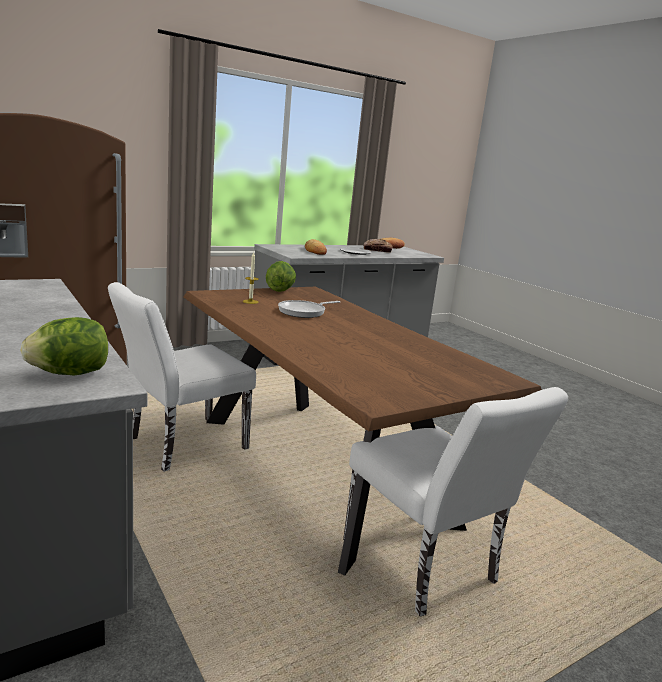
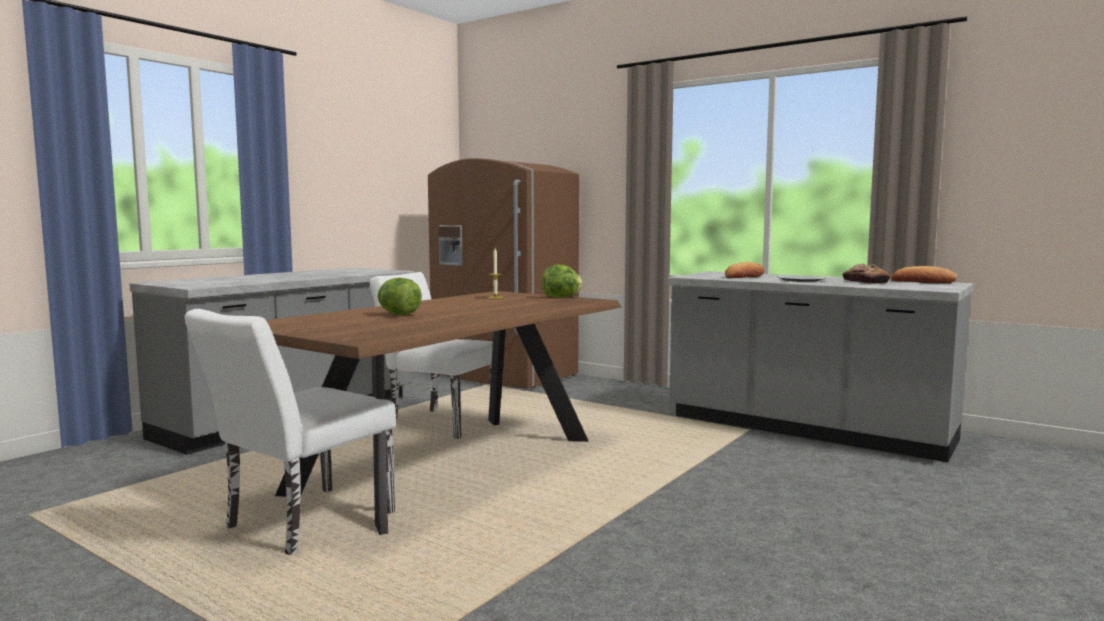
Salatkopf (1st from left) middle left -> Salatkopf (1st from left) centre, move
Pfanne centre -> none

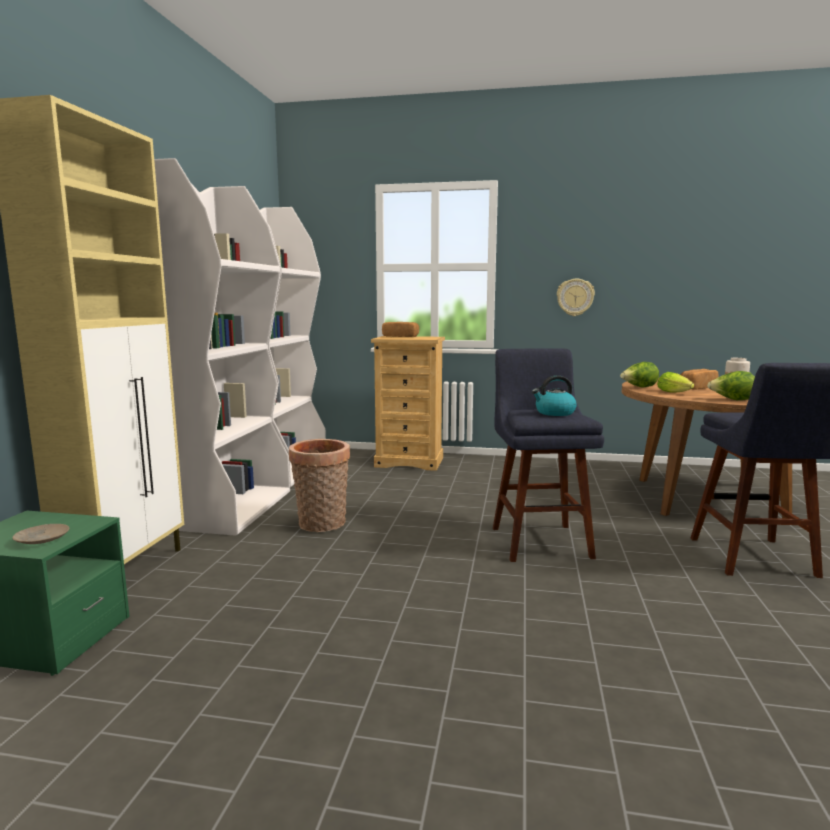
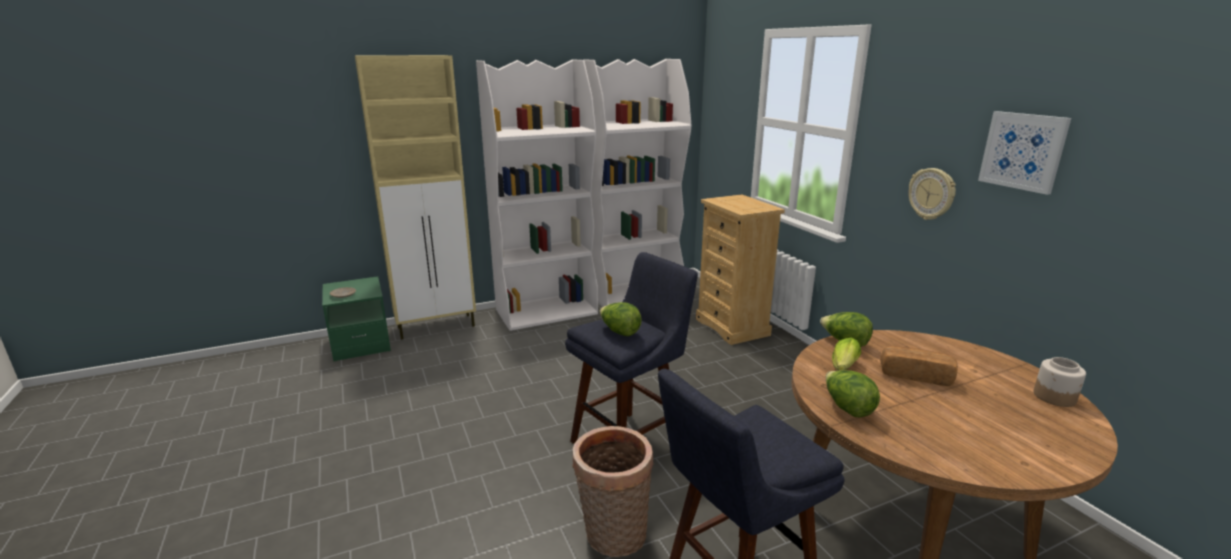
Korb centre -> Korb bottom centre, move
Wasserkessel middle right -> Salatkopf (1st from left) centre
none -> Bild top right
Brot (1st from left) centre -> none

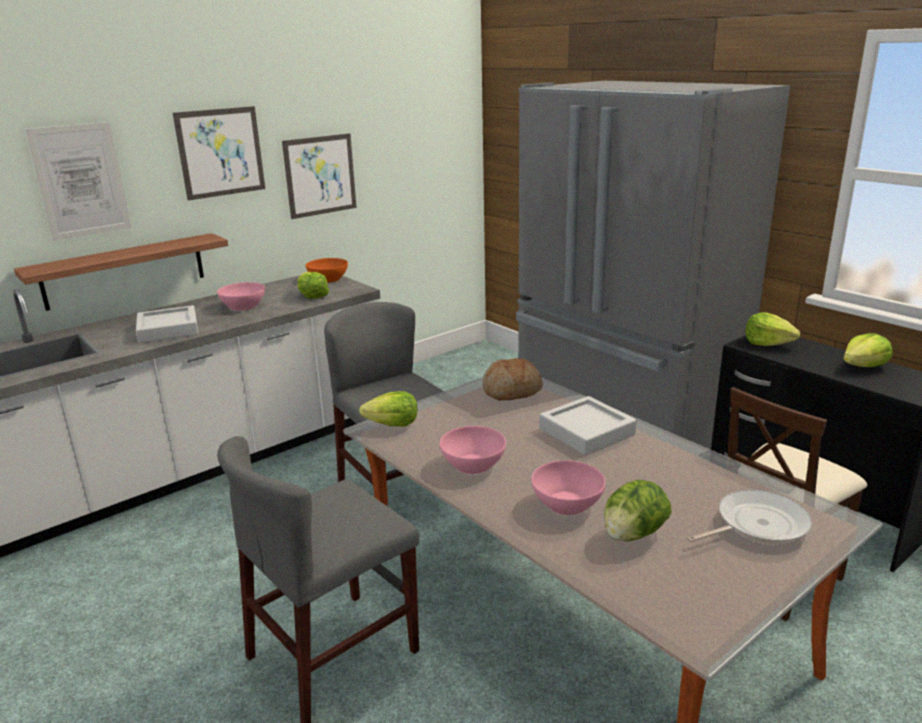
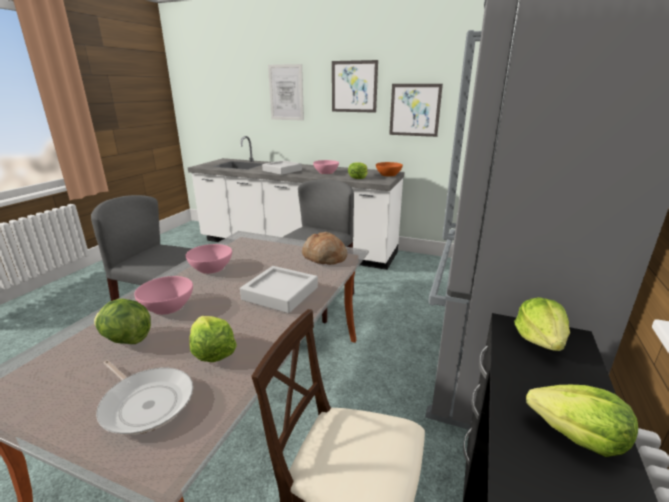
Salatkopf (2nd from left) centre -> Salatkopf (2nd from left) bottom left, move
Wandregal middle left -> none

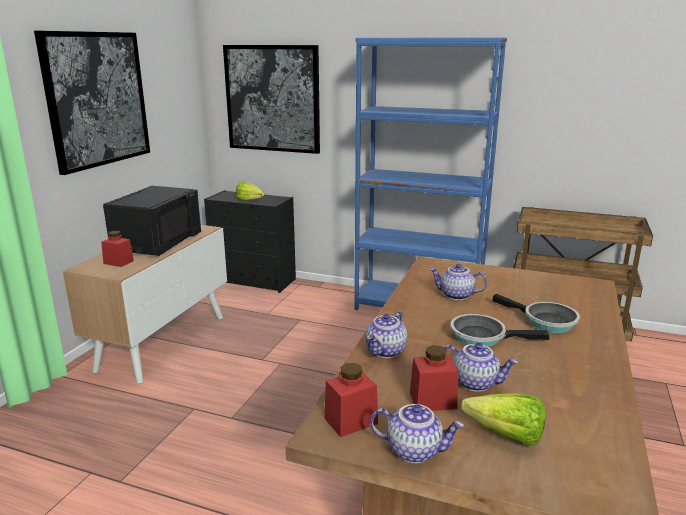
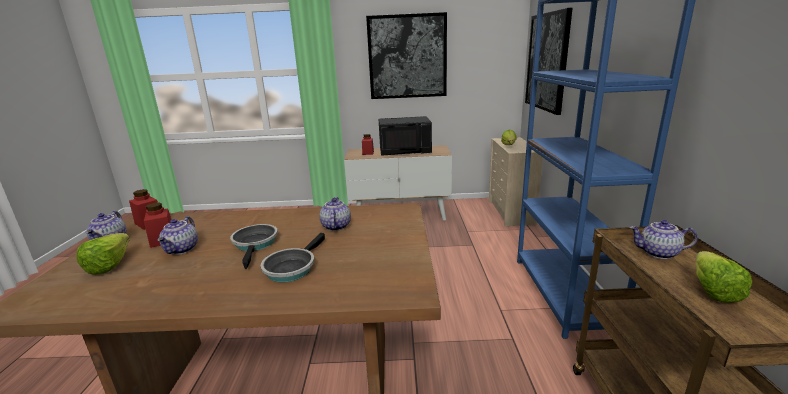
Kommode (schwarz) centre -> Kommode (beige) centre
Teekanne (1st from left in the first image) centre -> Teekanne (4th from left) middle right, move
none -> Salatkopf (3rd from left) bottom right

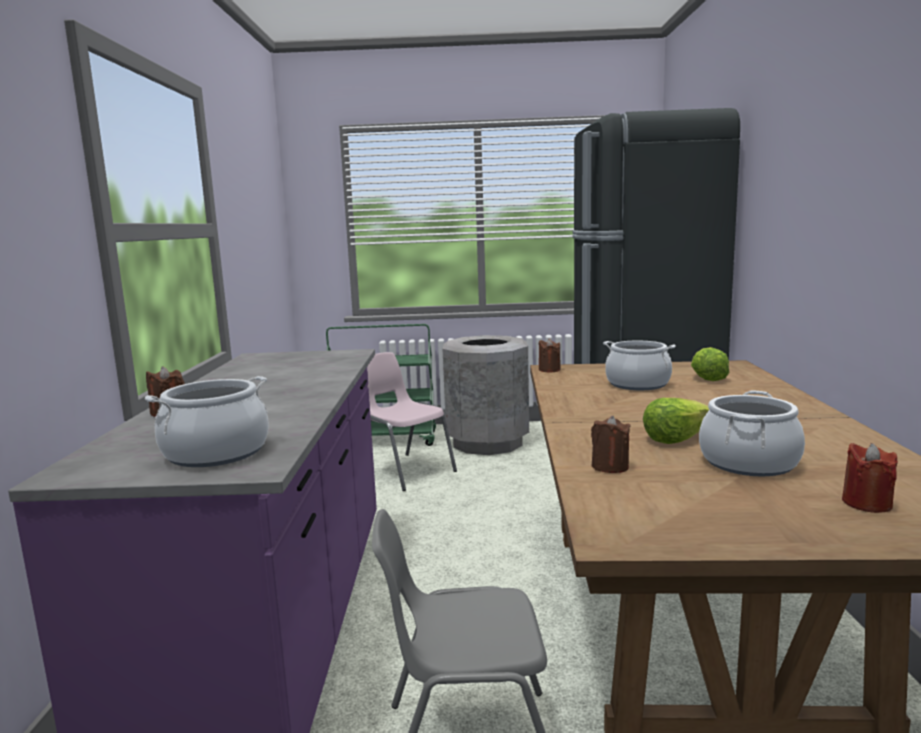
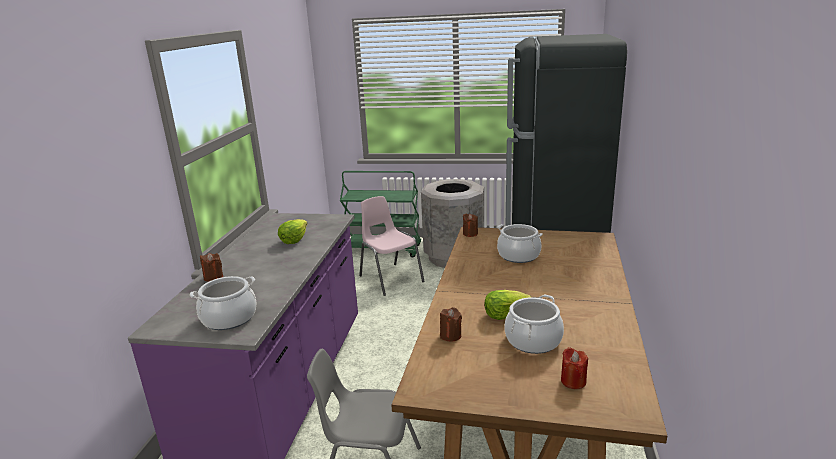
Salatkopf (2nd from left in the first image) middle right -> Salatkopf (1st from left) centre, move

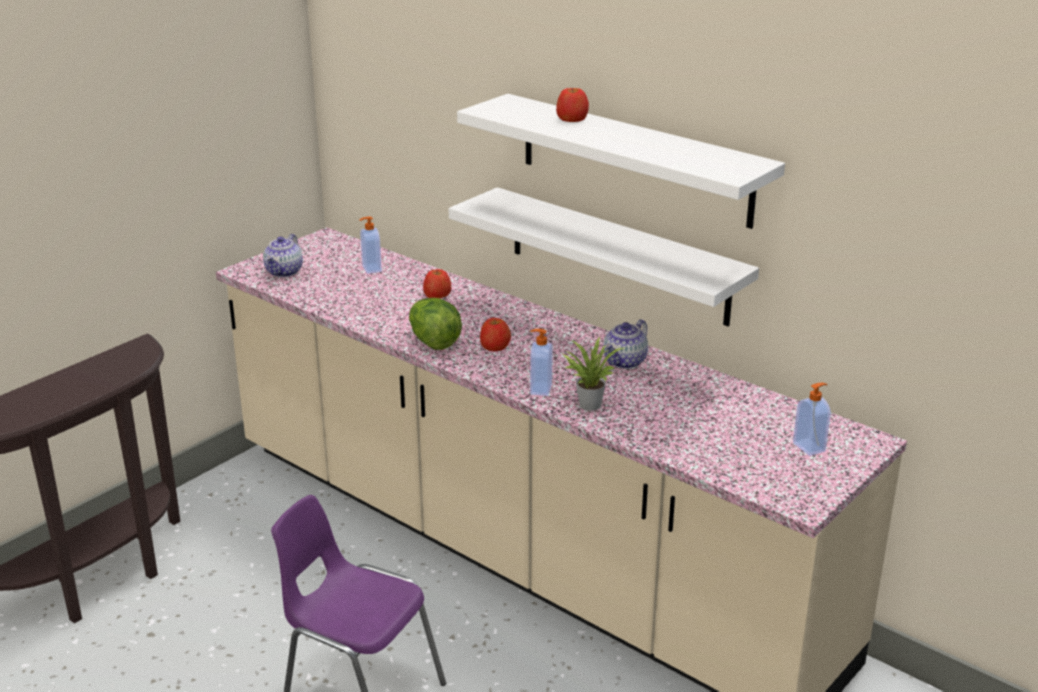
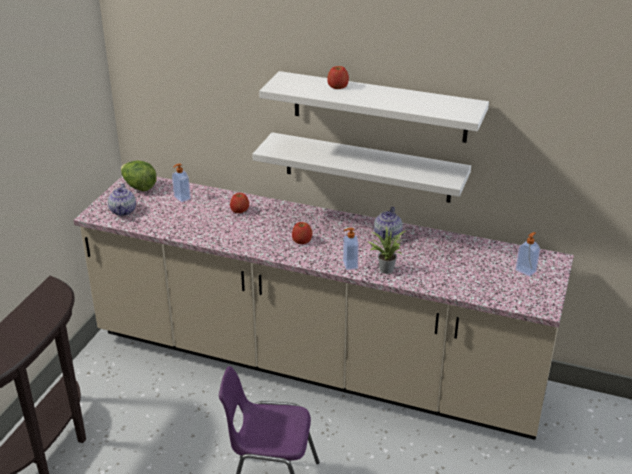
Salatkopf centre -> Salatkopf middle left, move

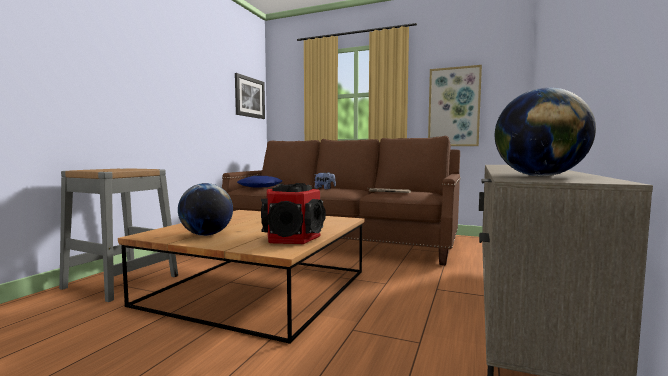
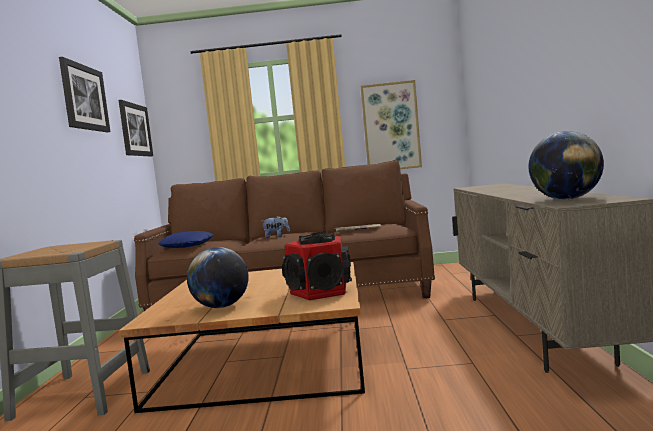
none -> Bild (1st from left) top left

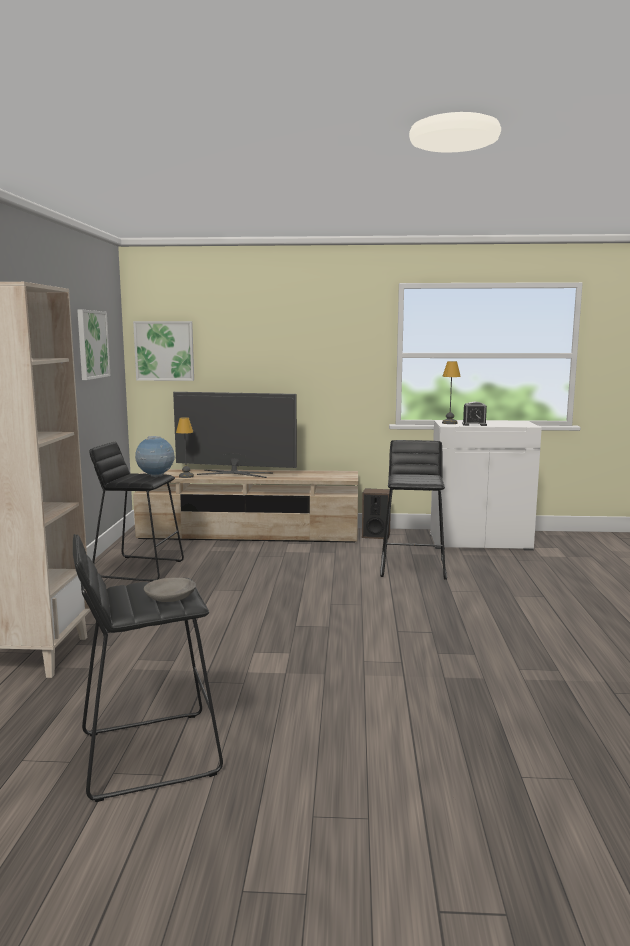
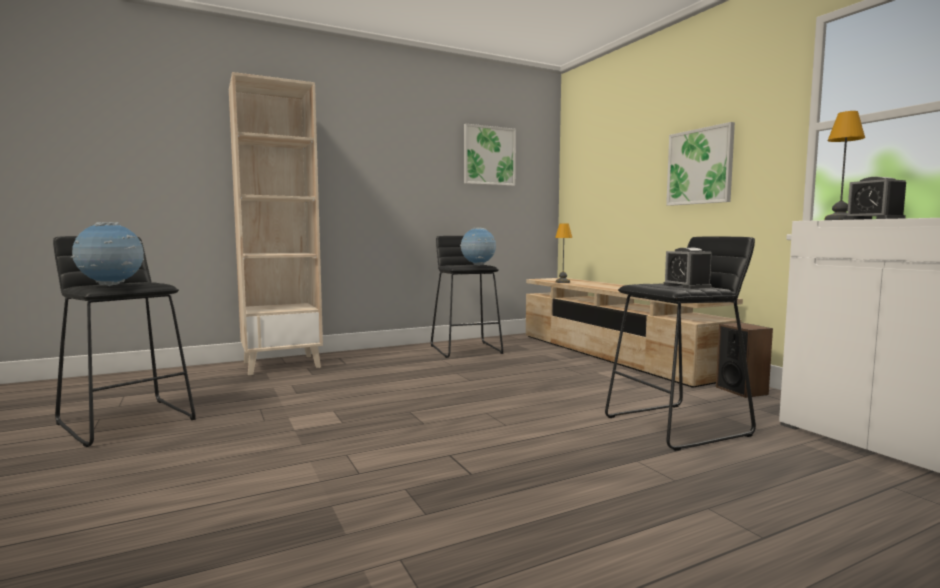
Schüssel (grau) middle left -> Globus (1st from left) middle left
none -> Wecker (1st from left) middle right
Bild (2nd from left) middle left -> Bild (2nd from left) top right, move
Fernseher centre -> none

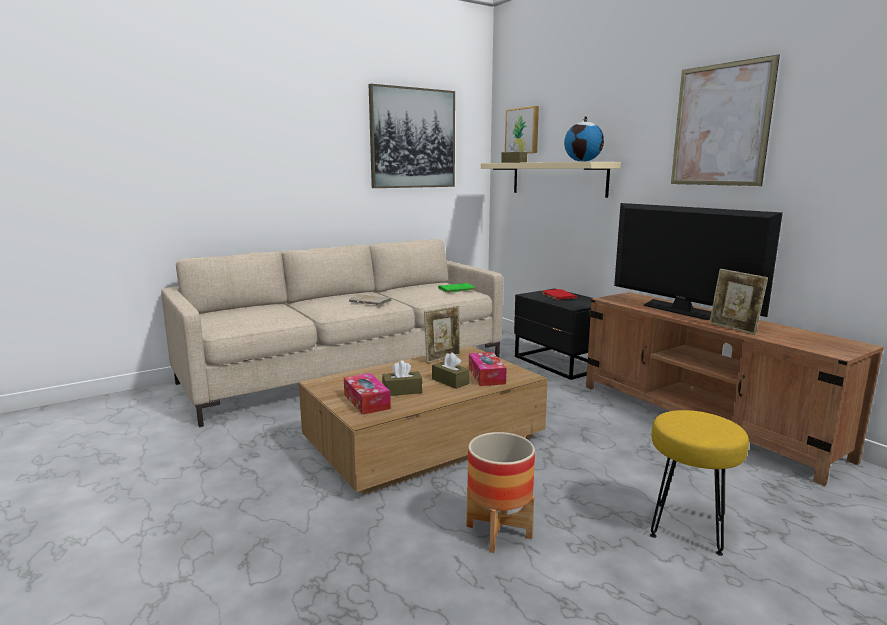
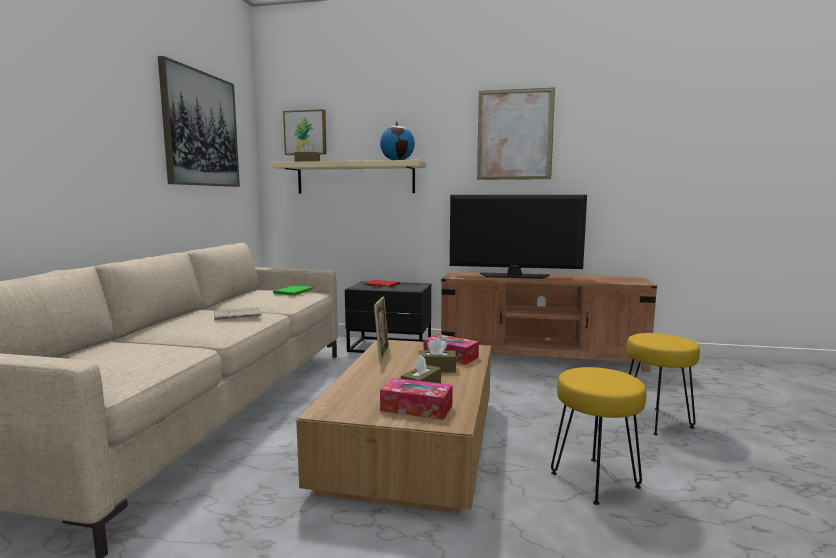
Pflanzkübel bottom centre -> Hocker (gelb) (1st from left) bottom right
Bilderrahmen (2nd from left) middle right -> none

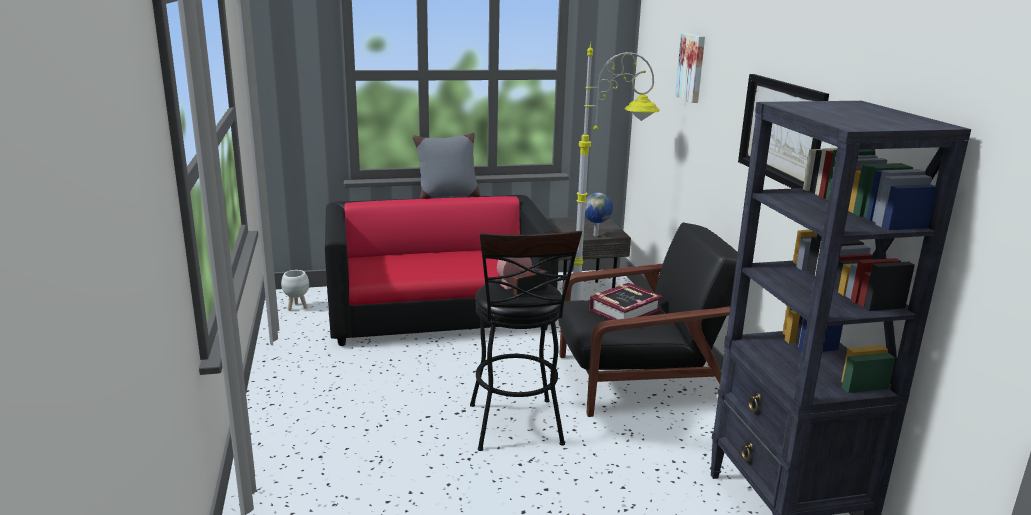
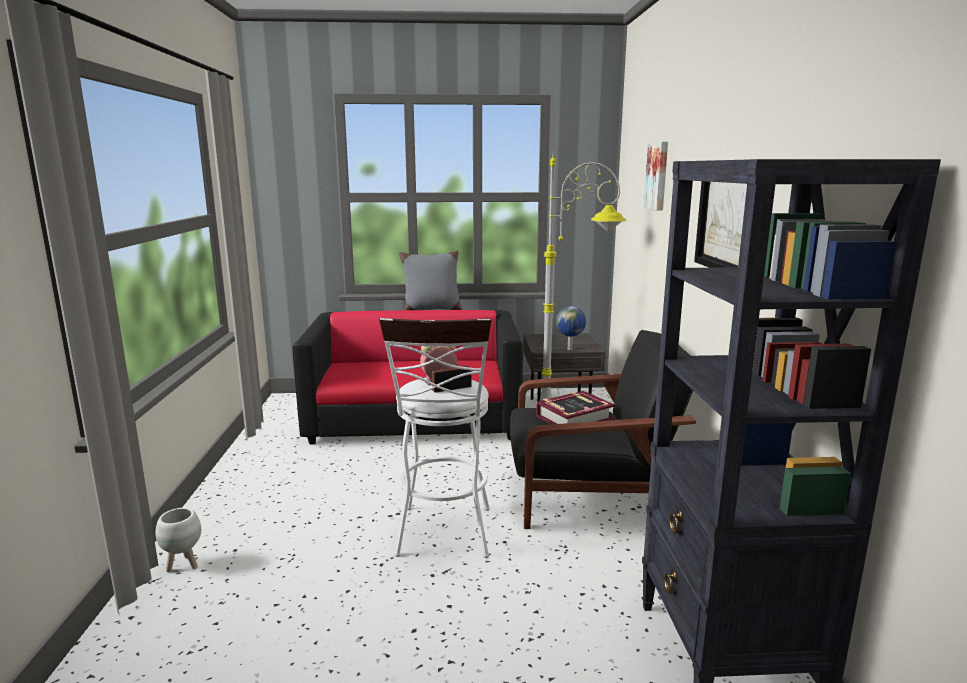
Pflanzkübel (weiß) middle left -> Pflanzkübel (weiß) bottom left, move
Hocker (schwarz) centre -> Hocker (weiß) centre

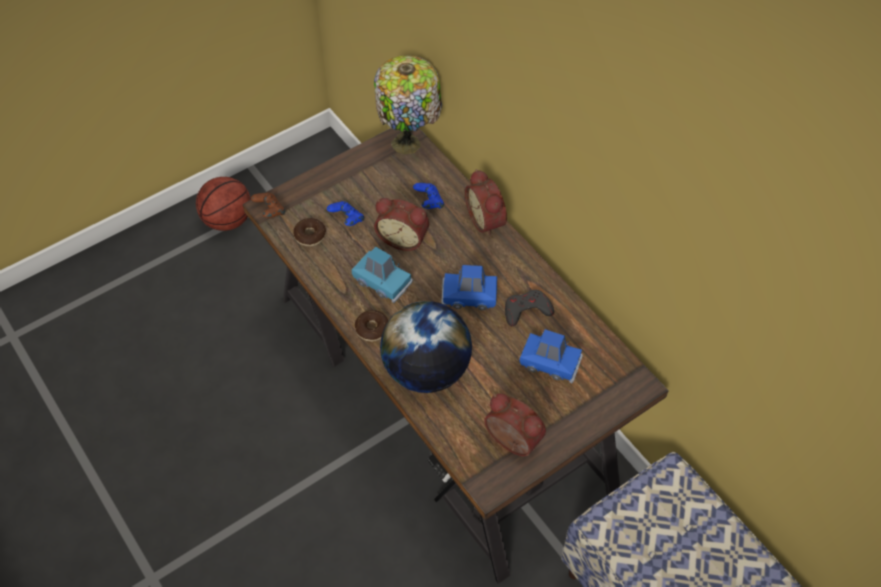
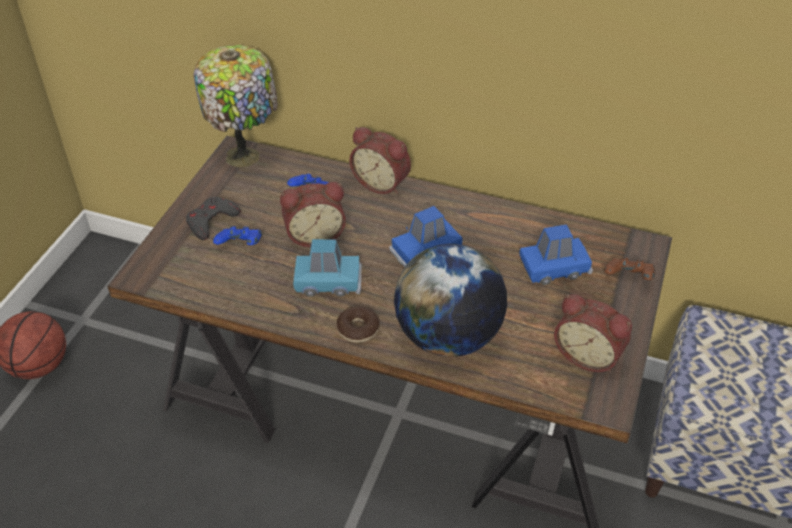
Gamepad (grau) centre -> Gamepad (grau) middle left, move
Wecker (3rd from left) bottom centre -> Wecker (3rd from left) middle right, 150 degrees counterclockwise
Gamepad (braun) middle left -> Gamepad (braun) middle right, move
Donut (1st from left) centre -> none

